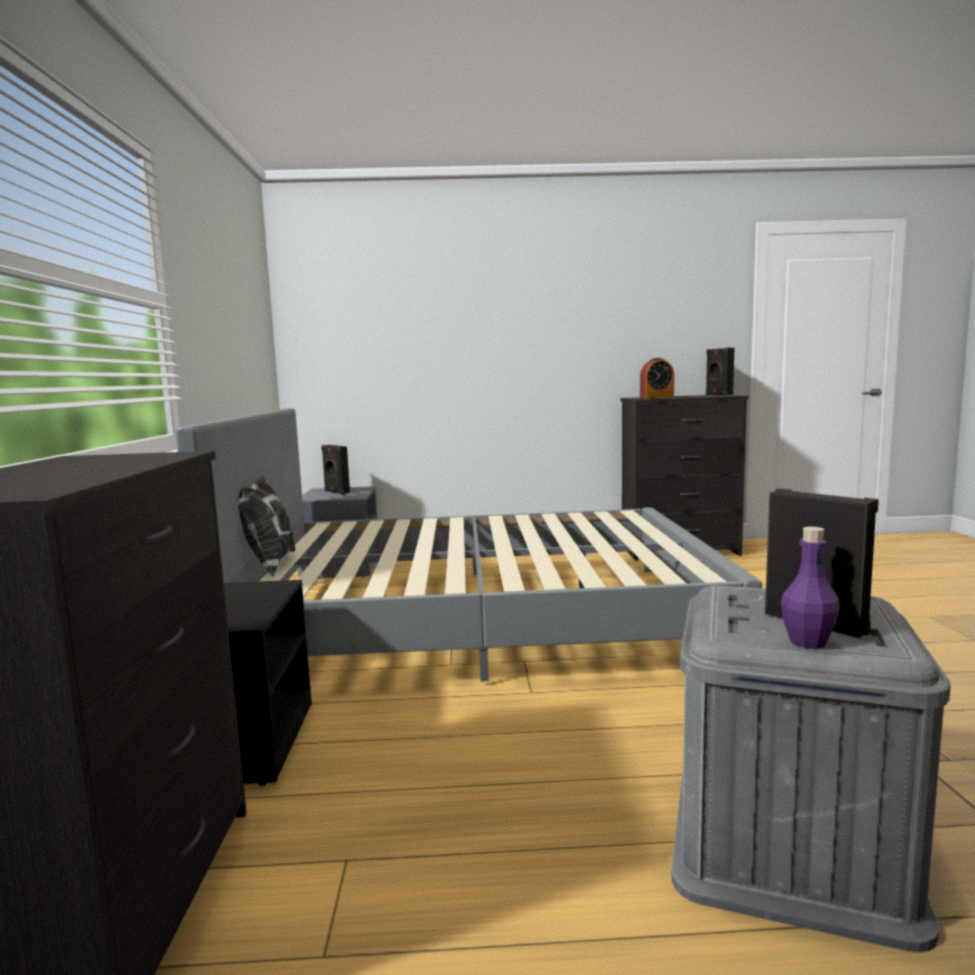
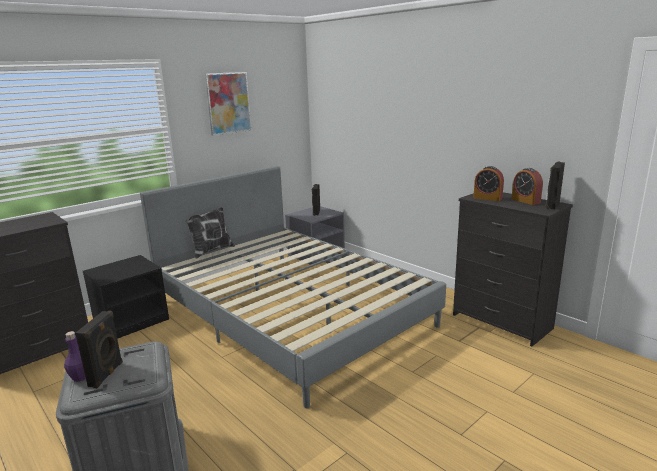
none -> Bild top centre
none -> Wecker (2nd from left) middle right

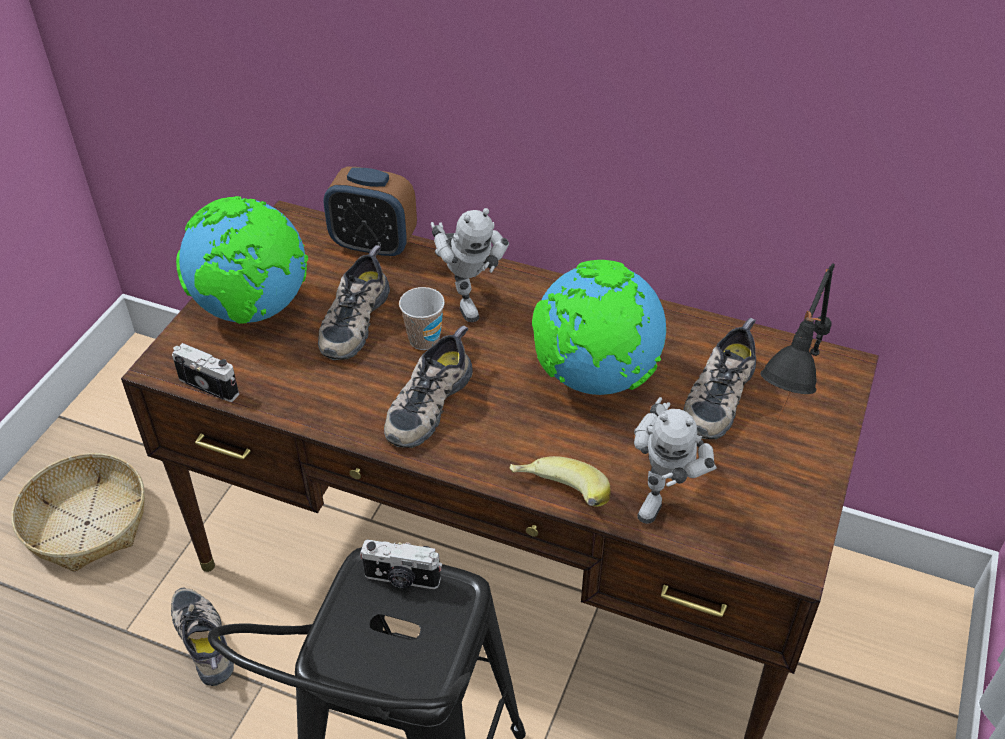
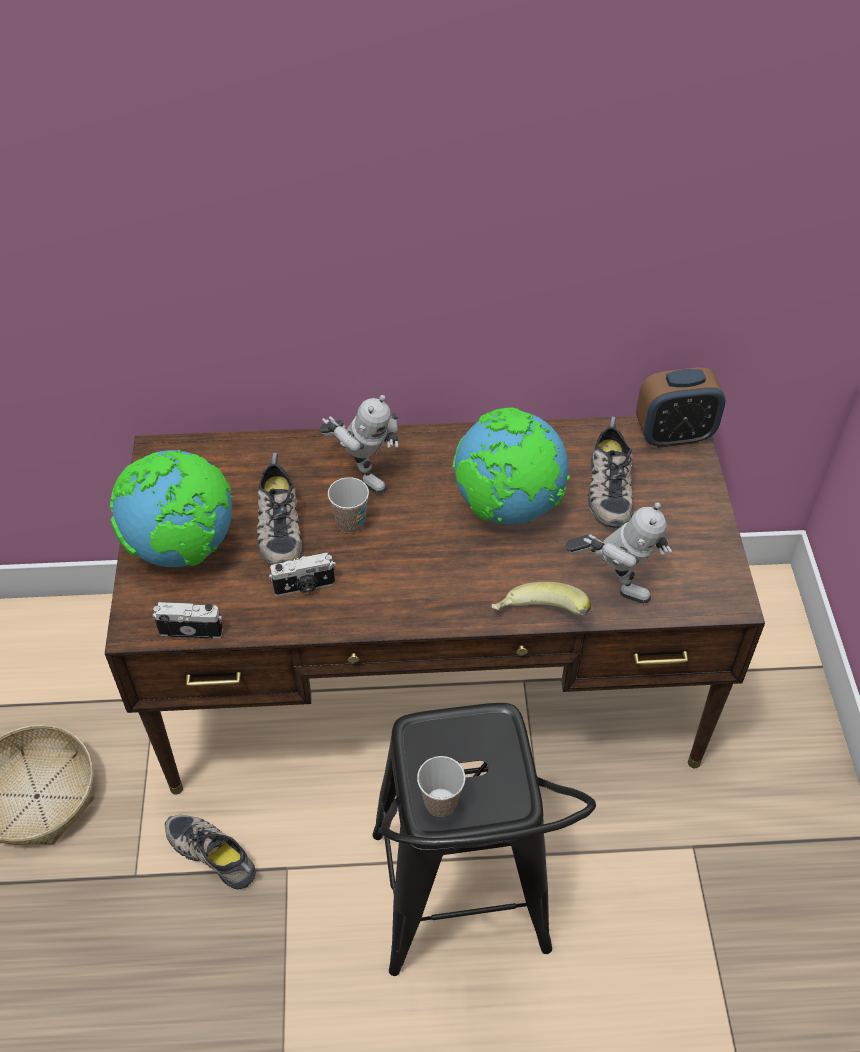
Kamera (2nd from left) bottom centre -> Kamera (2nd from left) centre, move
none -> Tasse (2nd from left) bottom centre
Spielzeugroboter (2nd from left) middle right, 60 degrees counterclockwise
Wecker top centre -> Wecker middle right, move
Schuh (3rd from left) centre -> none
Tischlampe (schwarz) middle right -> none

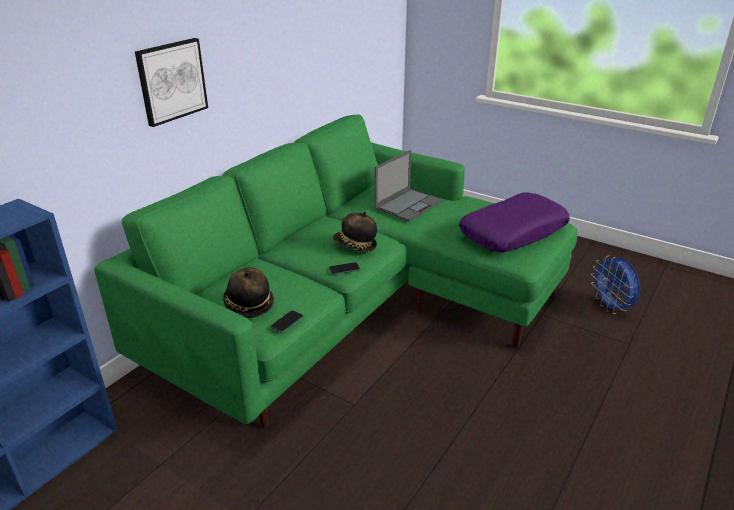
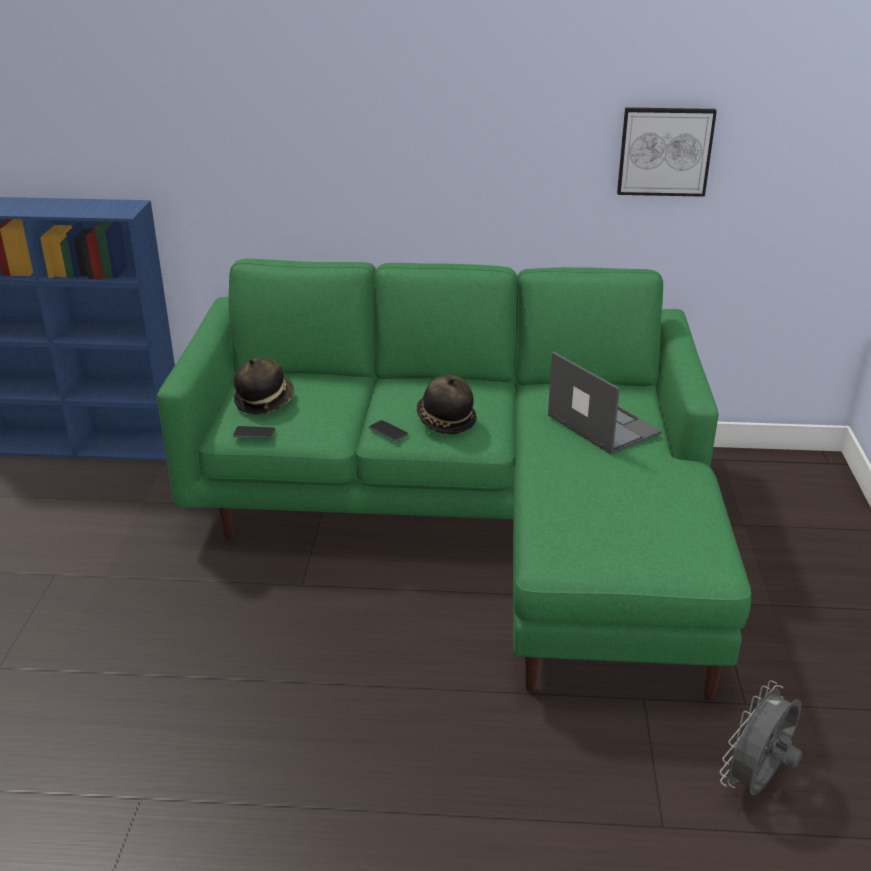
Laptop centre -> Laptop middle right, 135 degrees counterclockwise
Bild top left -> Bild top right, move
Ventilator (blau) middle right -> Ventilator (grau) bottom right
Kissen (lila) middle right -> none

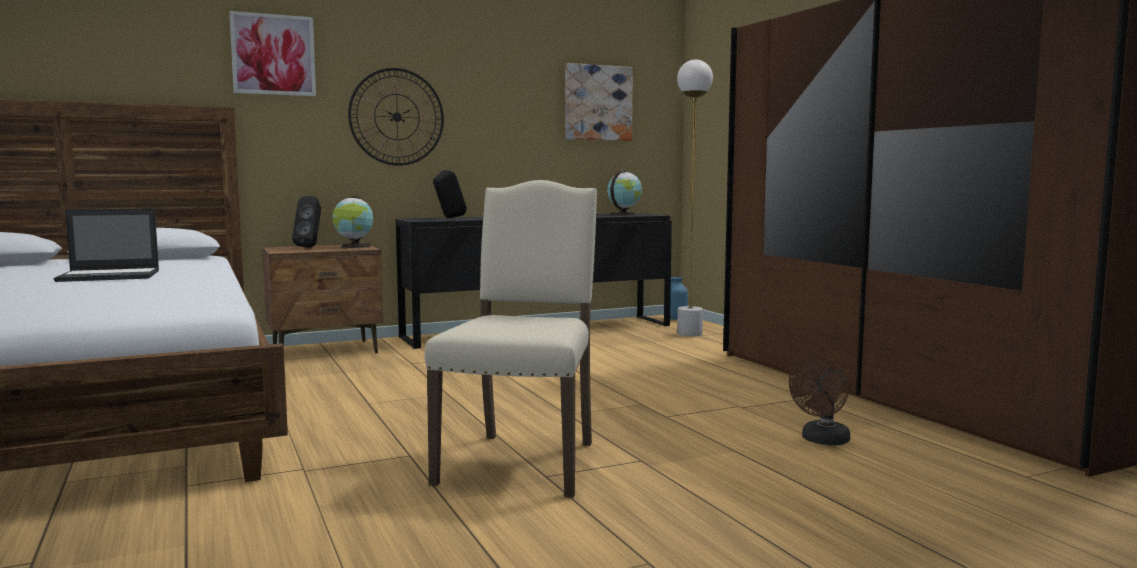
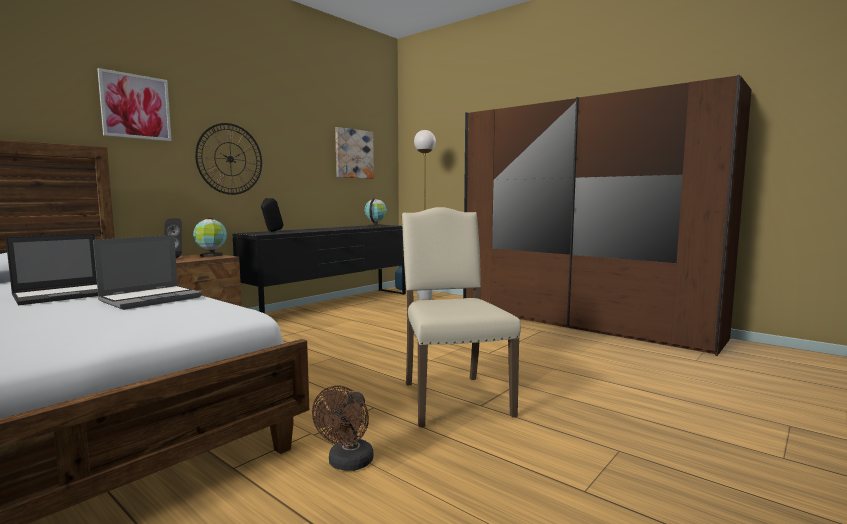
none -> Laptop (2nd from left) middle left
Ventilator (braun) bottom right -> Ventilator (braun) bottom centre, move

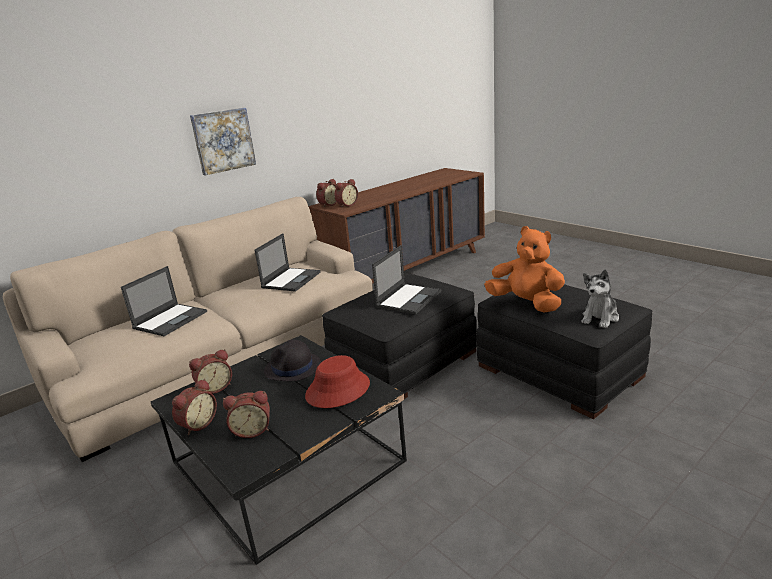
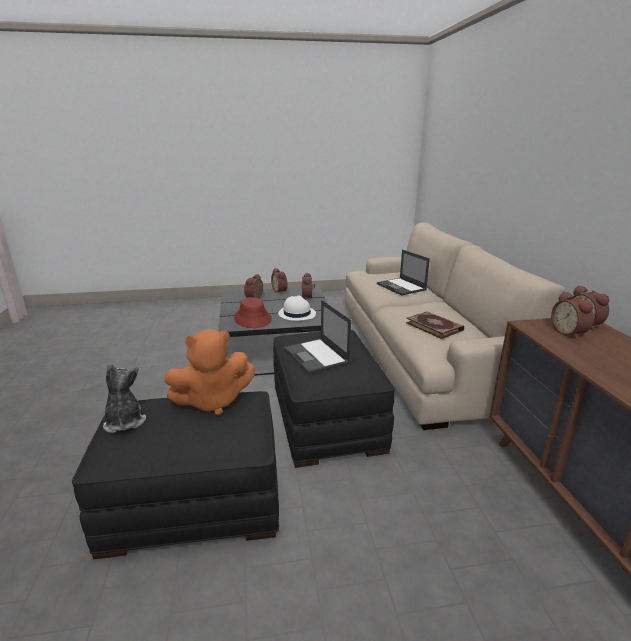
Hut (schwarz) centre -> Hut (weiß) centre
Laptop (2nd from left) centre -> Buch middle right
Bild top left -> none

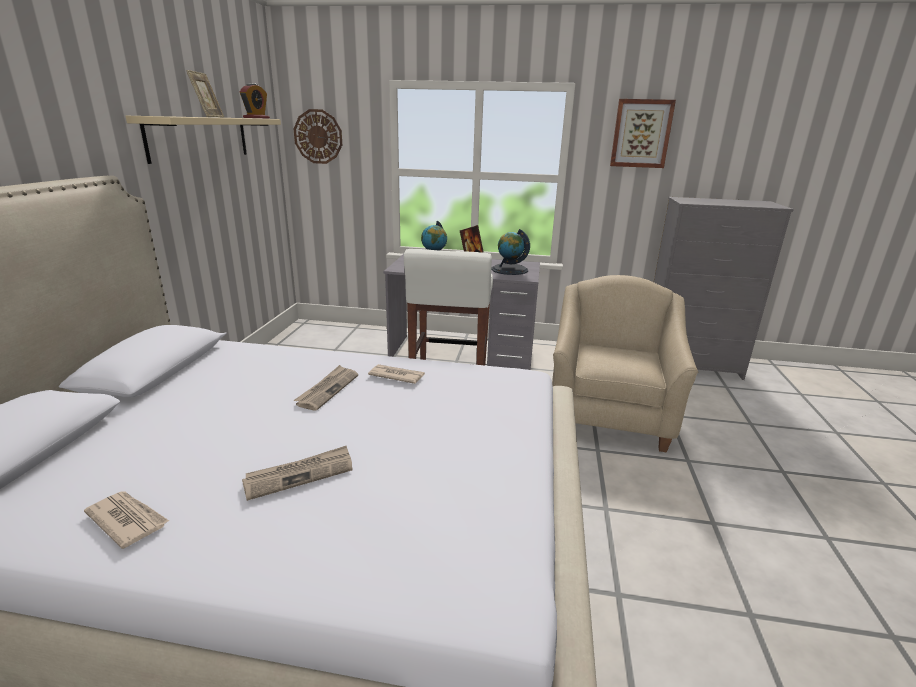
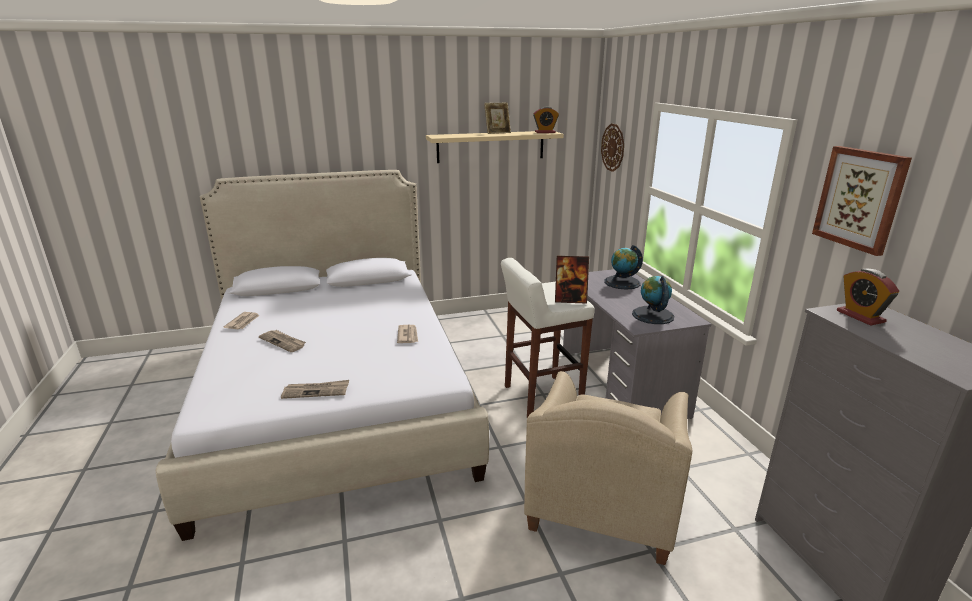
Zeitung (3rd from left) centre -> Zeitung (3rd from left) middle left, move
Sessel (beige) middle right -> Sessel (beige) bottom centre, 120 degrees clockwise
none -> Wecker (2nd from left) middle right

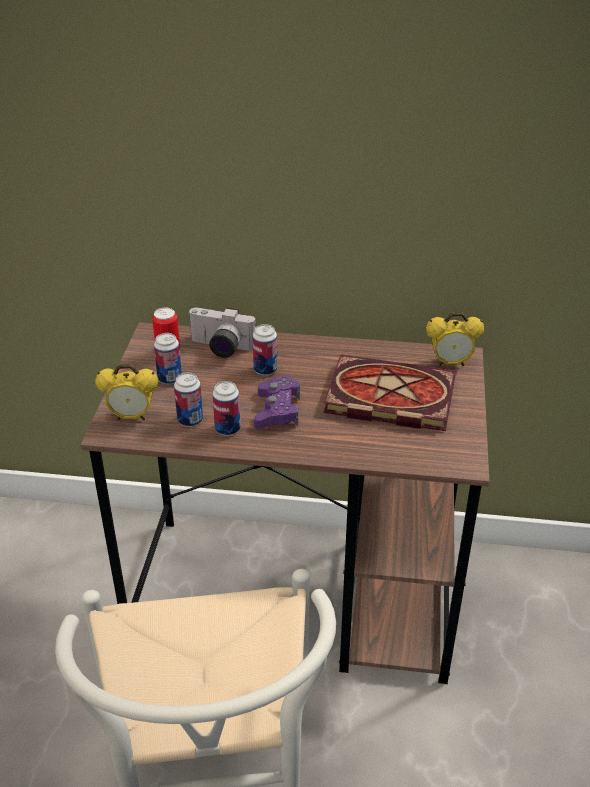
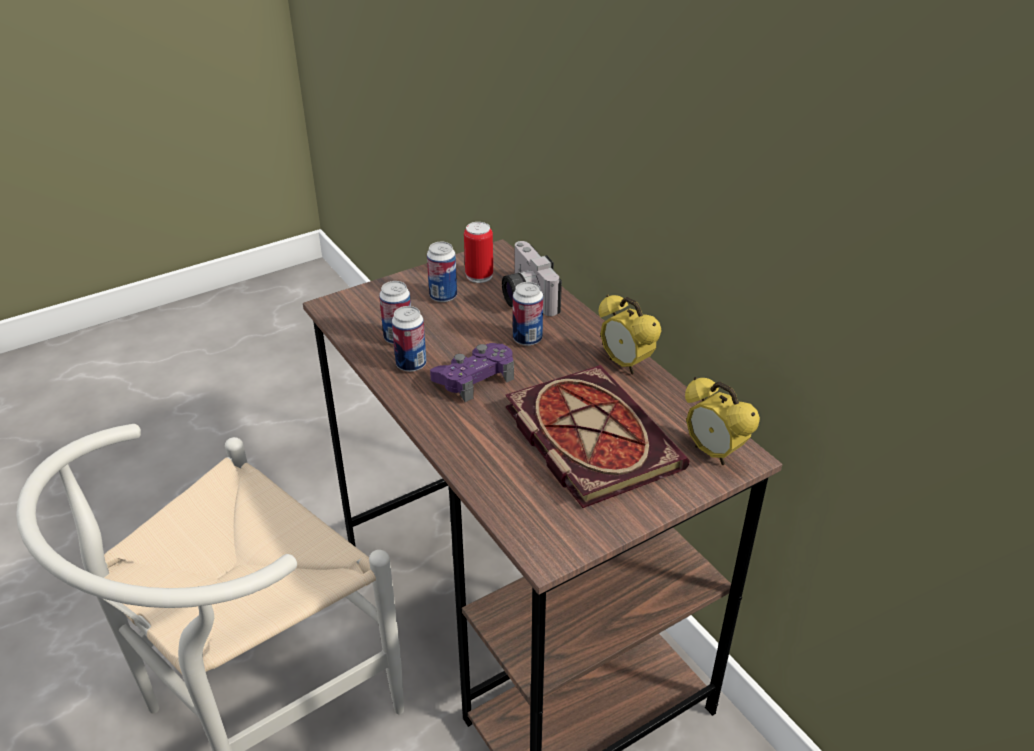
Wecker (1st from left) middle left -> Wecker (1st from left) centre, move

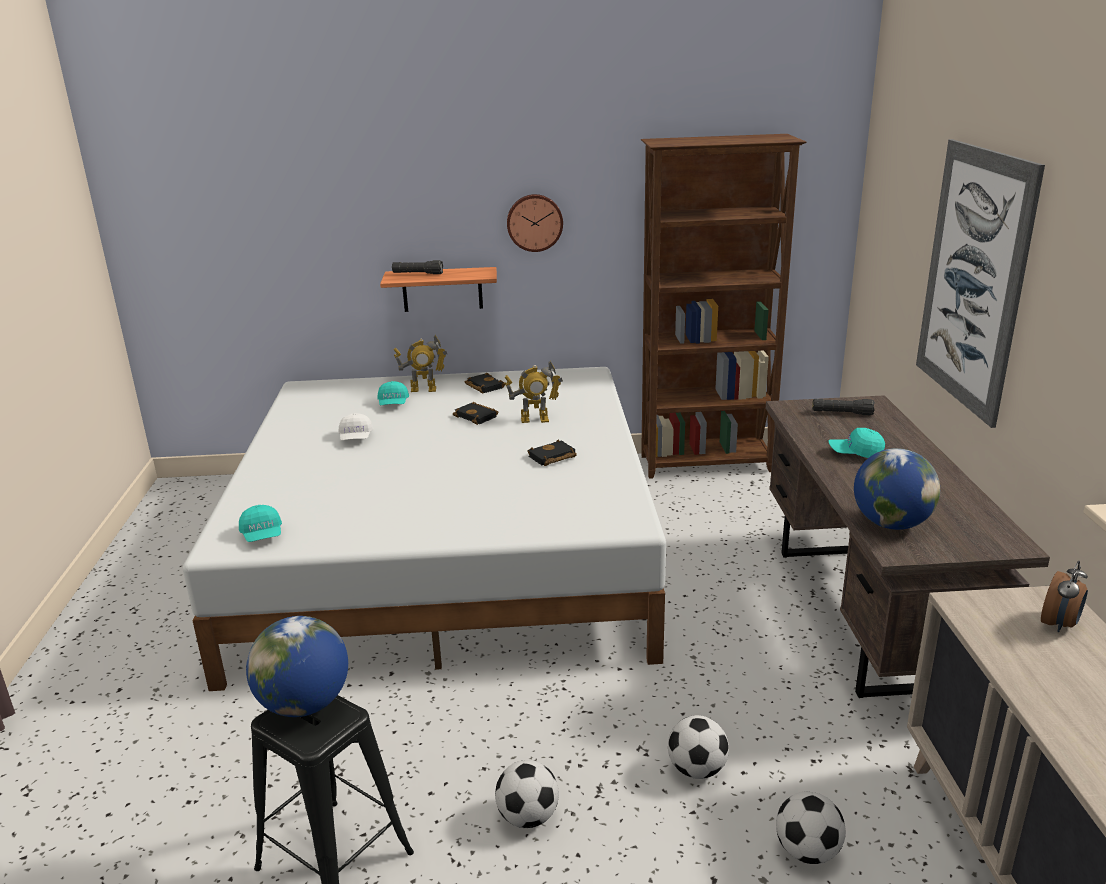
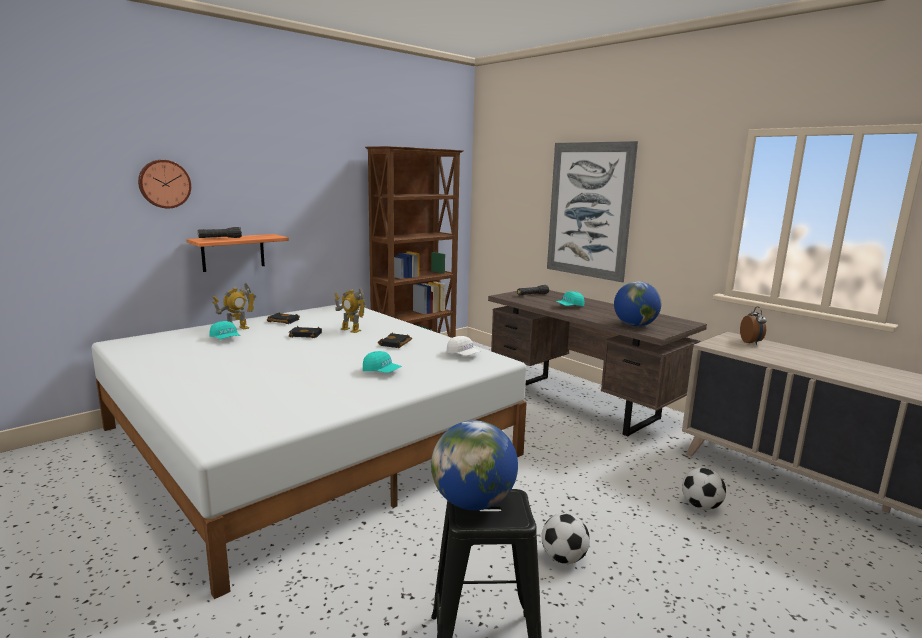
Wanduhr top centre -> Wanduhr top left, move
Spielzeugroboter (2nd from left) centre, 75 degrees clockwise
Kappe (türkis) (1st from left in the first image) middle left -> Kappe (türkis) (2nd from left) centre, move
Kappe (weiß) middle left -> Kappe (weiß) centre, move
Fußball (2nd from left) bottom centre -> none

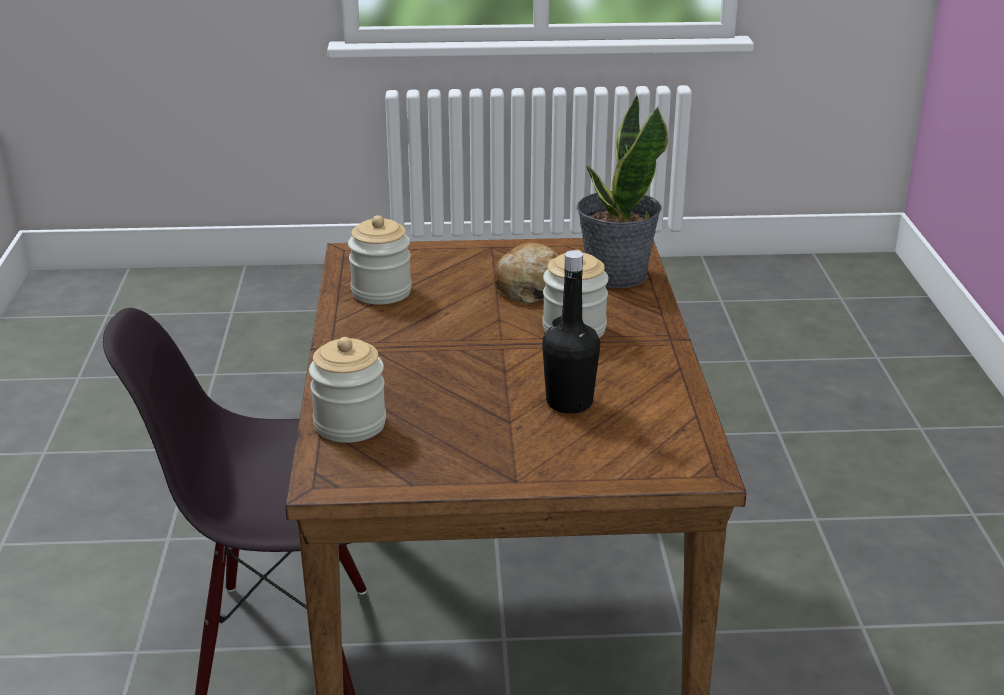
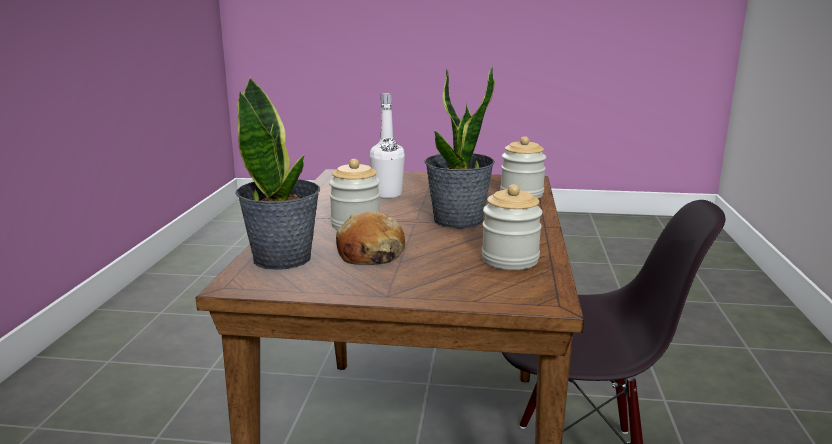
Flasche (schwarz) centre -> Flasche (weiß) top centre
none -> Topfpflanze (2nd from left) top centre

